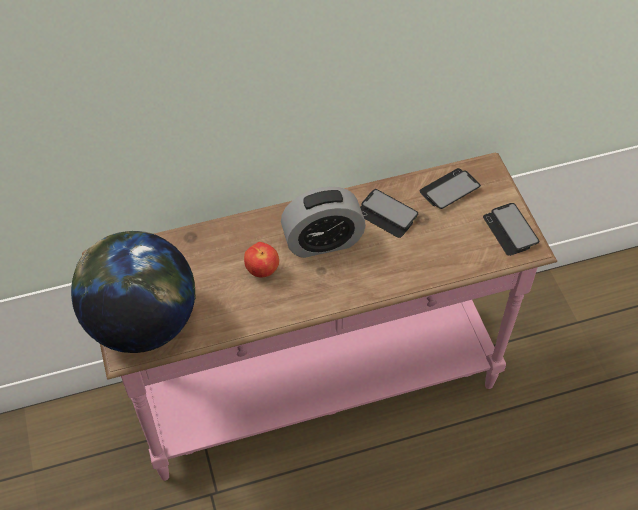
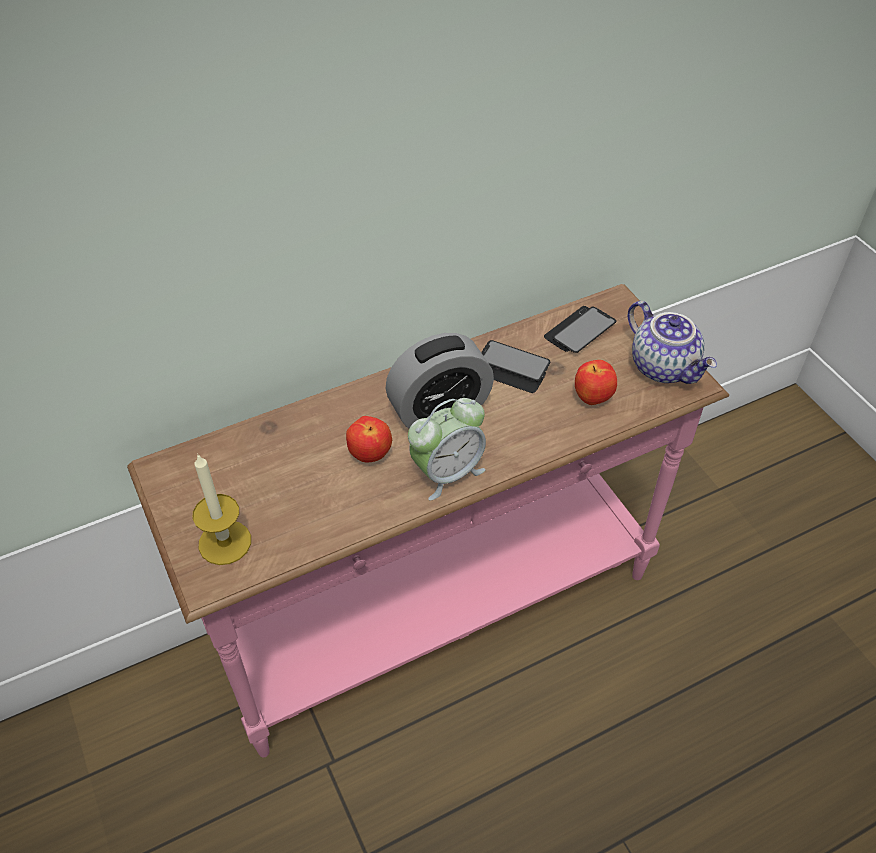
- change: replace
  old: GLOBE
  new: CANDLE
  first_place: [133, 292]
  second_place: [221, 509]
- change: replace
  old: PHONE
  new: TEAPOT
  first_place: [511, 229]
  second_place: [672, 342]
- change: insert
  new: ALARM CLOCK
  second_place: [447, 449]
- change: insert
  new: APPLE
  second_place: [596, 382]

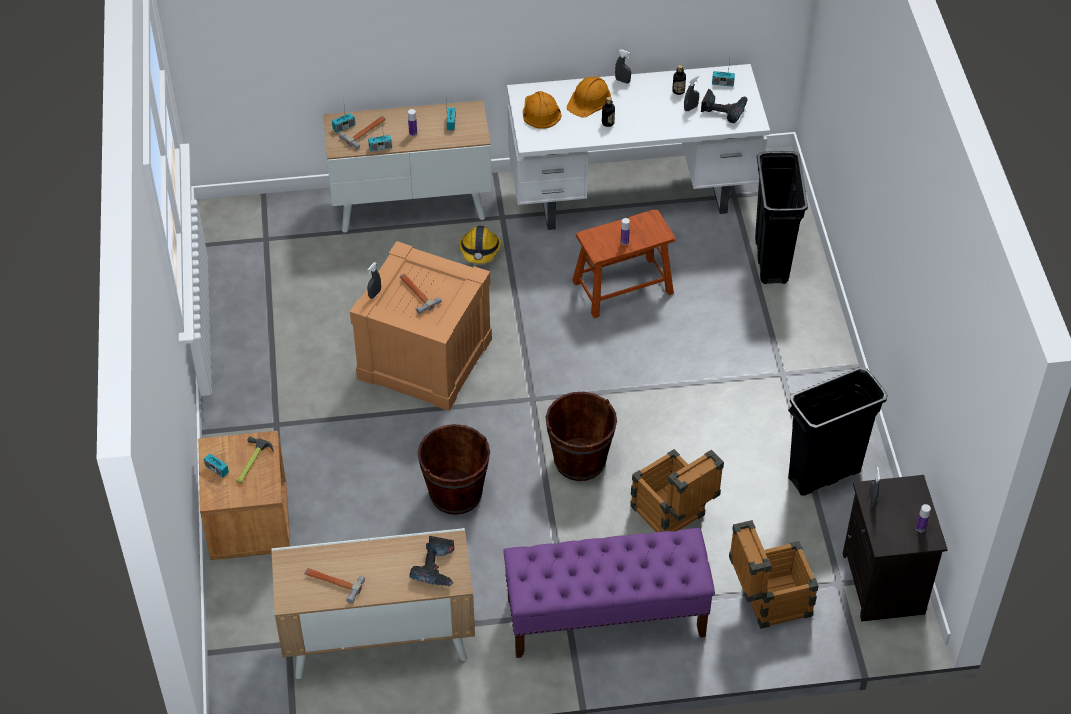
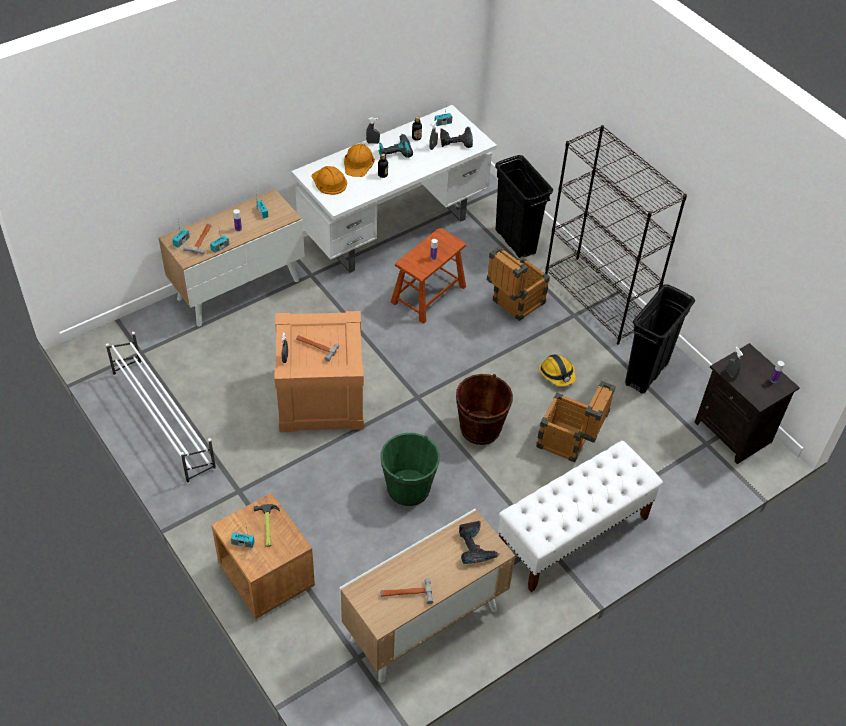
- change: recolor
  old: BROWN BUCKET
  new: GREEN BUCKET
  first_place: [454, 469]
  second_place: [410, 469]
- change: move
  old: HARD HAT
  first_place: [480, 245]
  second_place: [557, 370]
- change: recolor
  old: PURPLE BENCH
  new: WHITE BENCH
  first_place: [609, 593]
  second_place: [580, 516]
- change: move
  old: CRATE
  first_place: [774, 574]
  second_place: [518, 283]
- change: insert
  new: WHITE SHOE RACK
  second_place: [161, 408]
- change: insert
  new: POWER DRILL
  second_place: [395, 146]
- change: insert
  new: BLACK BOOKCASE
  second_place: [616, 234]

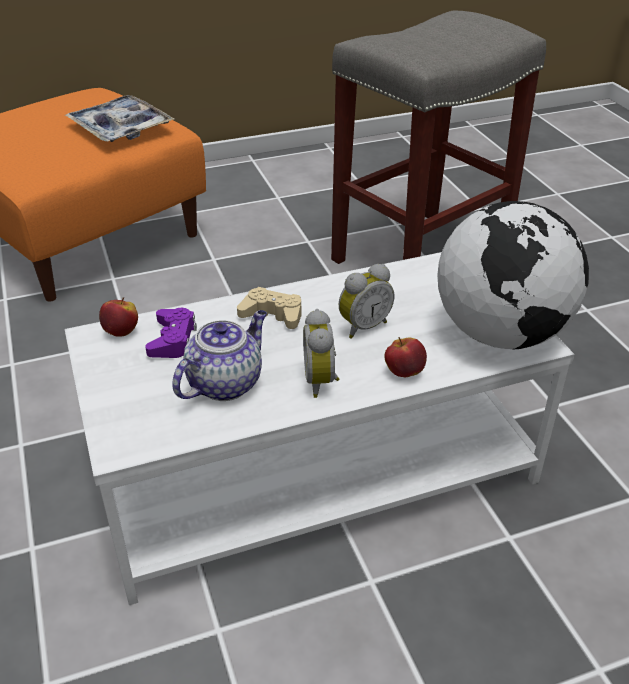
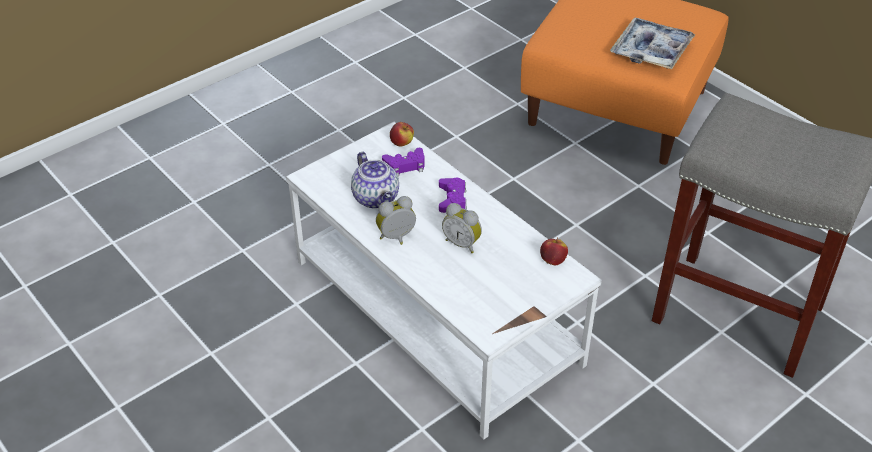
- change: rotate
  old: TEAPOT
  first_place: [219, 355]
  second_place: [375, 180]
  degrees: 45
- change: recolor
  old: BEIGE GAME CONTROLLER
  new: PURPLE GAME CONTROLLER
  first_place: [269, 308]
  second_place: [453, 195]
- change: move
  old: APPLE
  first_place: [406, 357]
  second_place: [554, 252]
- change: delete
  old: GLOBE
  first_place: [513, 275]

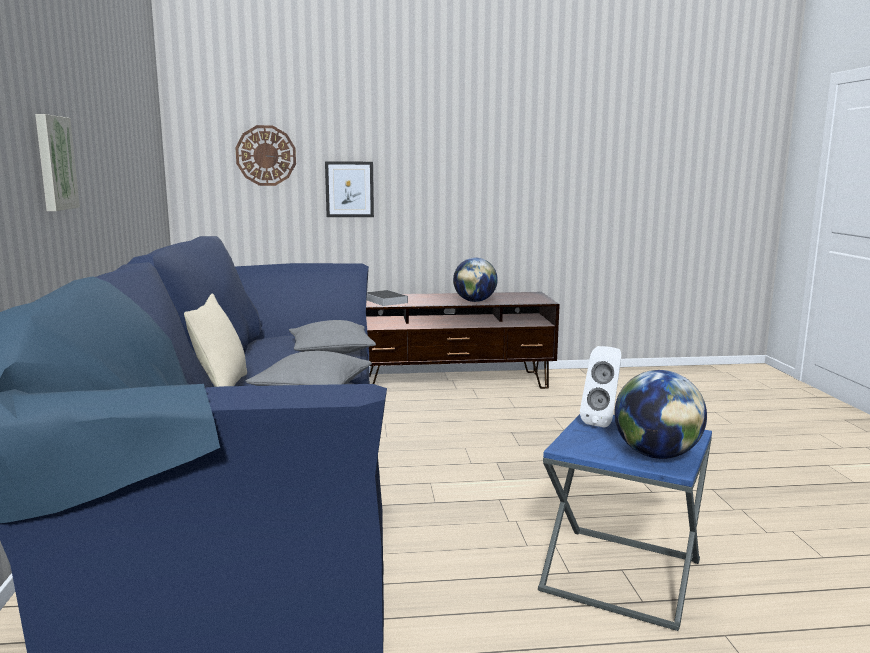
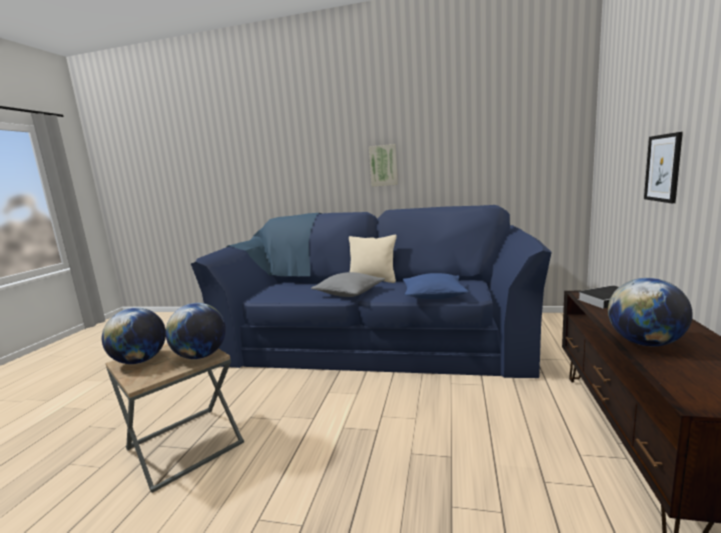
- change: delete
  old: WALL CLOCK
  first_place: [265, 155]
- change: recolor
  old: GREY PILLOW
  new: BLUE PILLOW
  first_place: [332, 337]
  second_place: [435, 286]
- change: recolor
  old: BLUE SIDE TABLE
  new: BROWN SIDE TABLE
  first_place: [625, 522]
  second_place: [175, 418]
- change: replace
  old: WHITE SPEAKER
  new: GLOBE
  first_place: [600, 387]
  second_place: [195, 331]

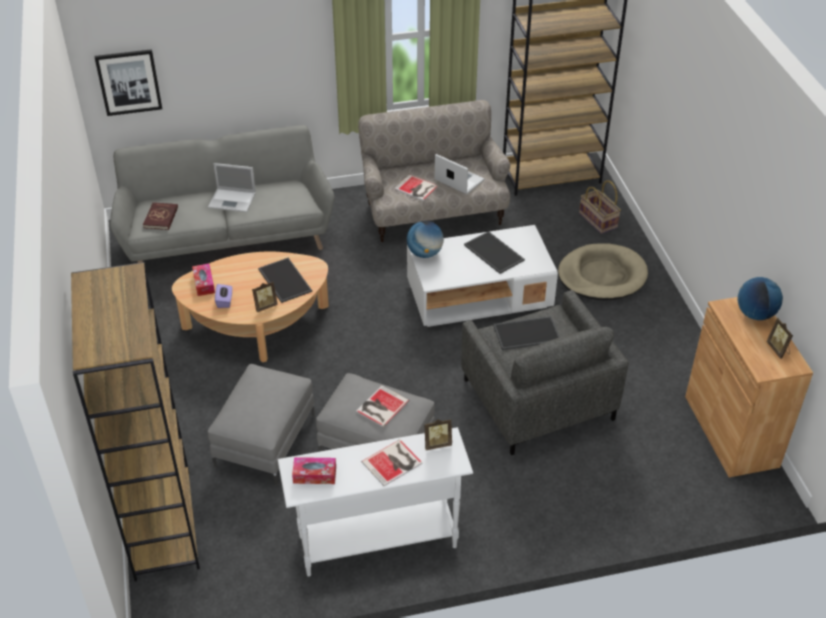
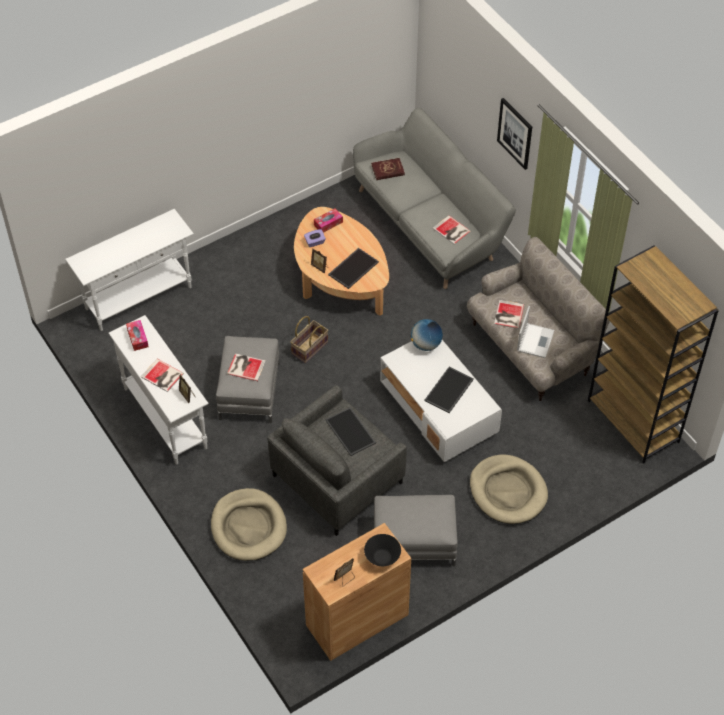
- change: replace
  old: BROWN BOOKCASE
  new: WHITE CONSOLE TABLE
  first_place: [135, 421]
  second_place: [129, 270]
- change: move
  old: PICTURE
  first_place: [128, 82]
  second_place: [514, 134]
- change: delete
  old: LAPTOP
  first_place: [232, 187]
- change: move
  old: GREY OTTOMAN
  first_place: [261, 424]
  second_place: [416, 531]
- change: move
  old: BASKET
  first_place: [600, 207]
  second_place: [309, 340]
- change: replace
  old: GLOBE
  new: BLACK BOWL
  first_place: [760, 298]
  second_place: [382, 550]
- change: insert
  new: BEIGE DOG BED
  second_place: [249, 524]
- change: insert
  new: BOOK
  second_place: [451, 230]

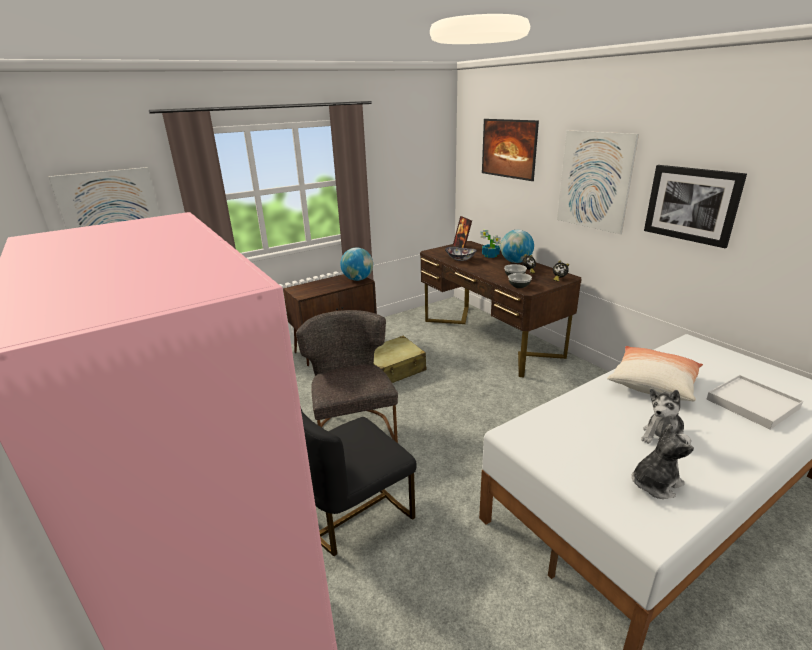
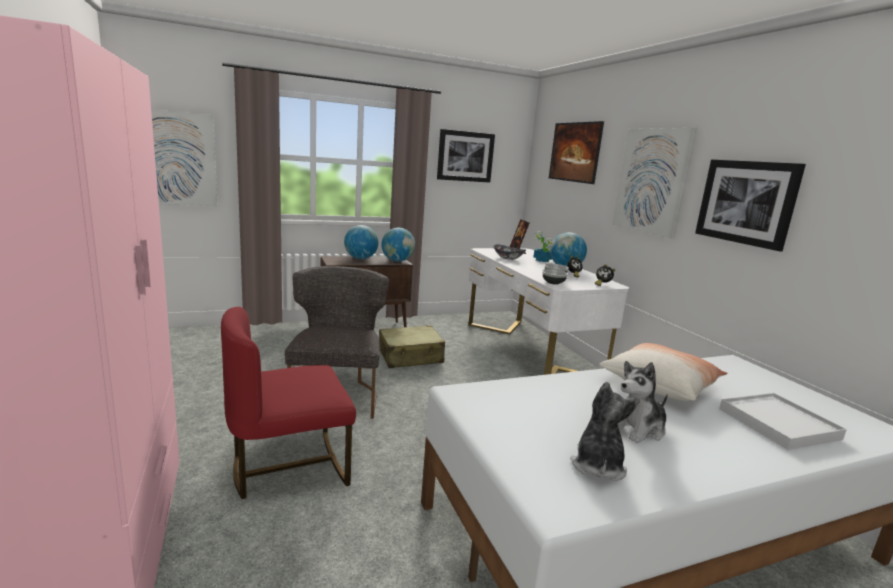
- change: recolor
  old: BLACK CHAIR
  new: RED CHAIR
  first_place: [358, 481]
  second_place: [288, 403]
- change: recolor
  old: BROWN DESK
  new: WHITE DESK
  first_place: [501, 309]
  second_place: [549, 311]
- change: rotate
  old: PLUSH TOY
  first_place: [662, 461]
  second_place: [605, 431]
  degrees: -60
- change: insert
  new: GLOBE
  second_place: [361, 242]
- change: insert
  new: PICTURE
  second_place: [466, 156]

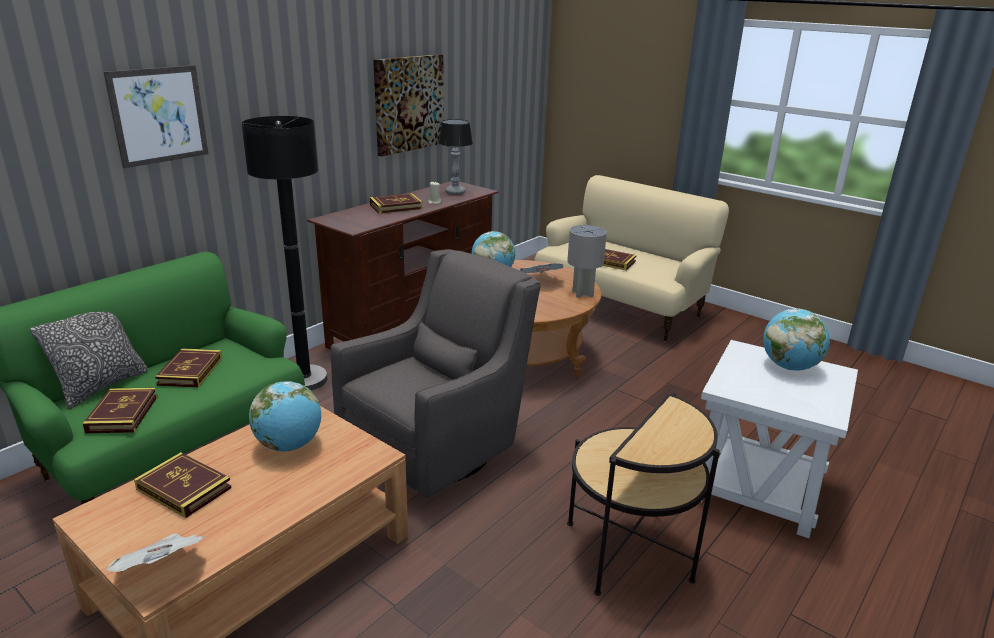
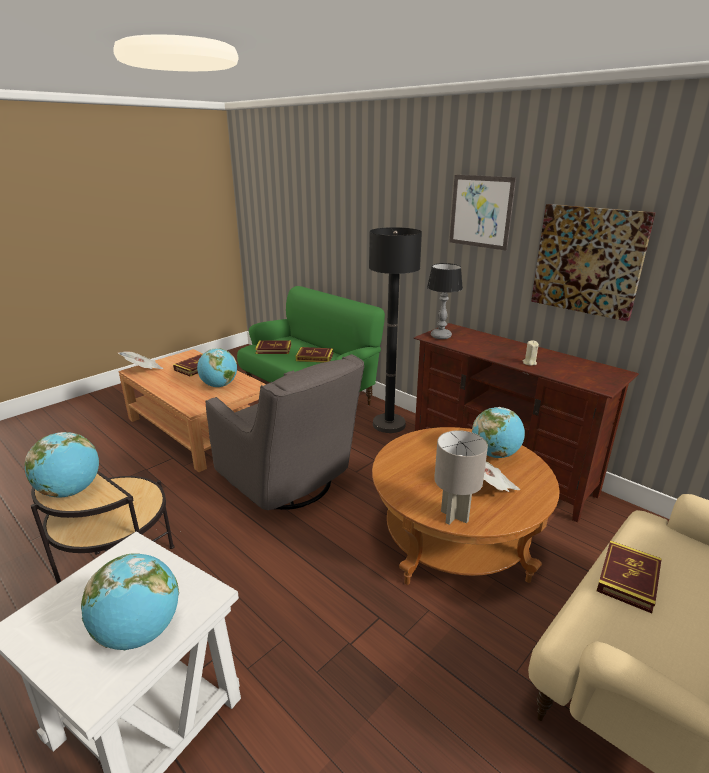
- change: delete
  old: PILLOW
  first_place: [89, 361]
- change: move
  old: PICTURE
  first_place: [156, 116]
  second_place: [482, 213]
- change: delete
  old: BOOK
  first_place: [396, 203]
- change: move
  old: TABLE LAMP
  first_place: [455, 157]
  second_place: [445, 301]
- change: insert
  new: GLOBE
  second_place: [61, 464]

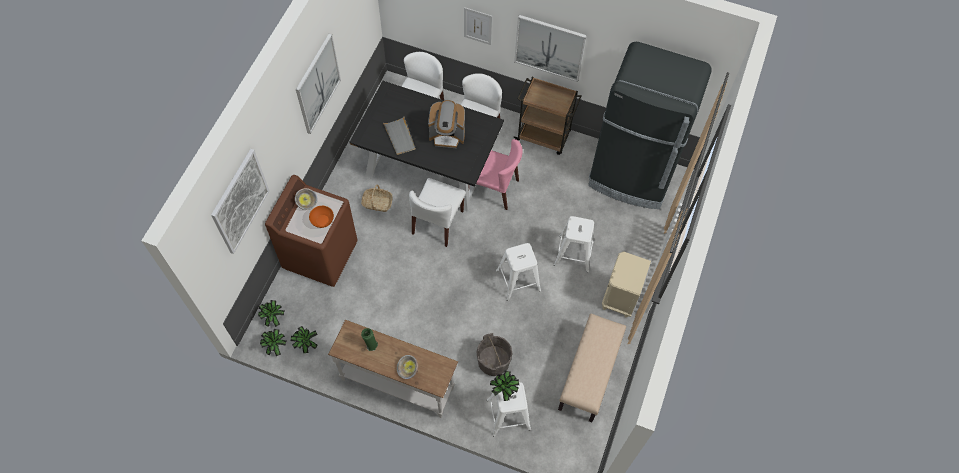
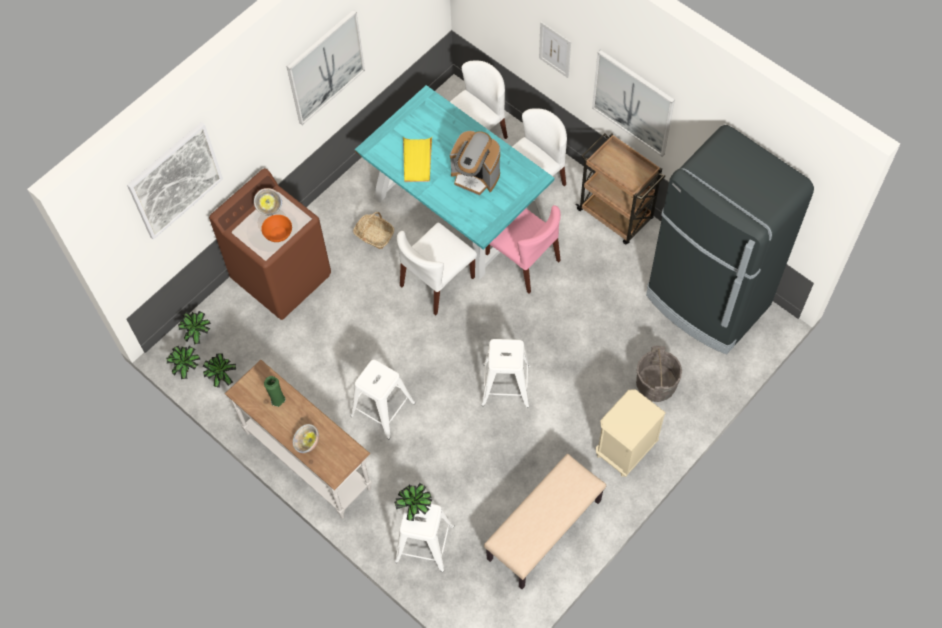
- change: recolor
  old: BLACK DINING TABLE
  new: TURQUOISE DINING TABLE
  first_place: [426, 146]
  second_place: [454, 182]
- change: recolor
  old: GREY TRAY
  new: YELLOW TRAY
  first_place: [399, 136]
  second_place: [417, 159]
- change: move
  old: GREY BUCKET
  first_place: [495, 354]
  second_place: [659, 374]
- change: move
  old: WHITE STOOL
  first_place: [574, 244]
  second_place: [382, 399]

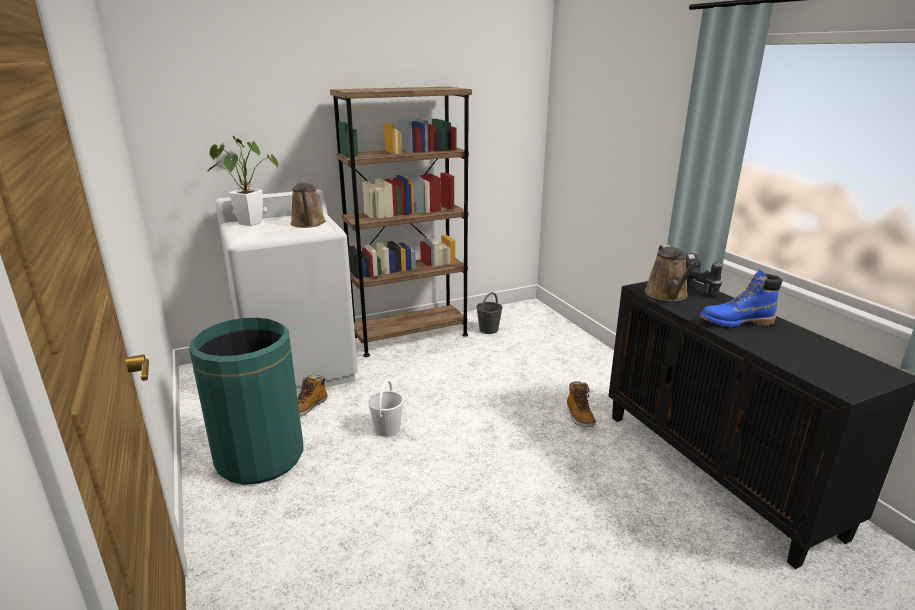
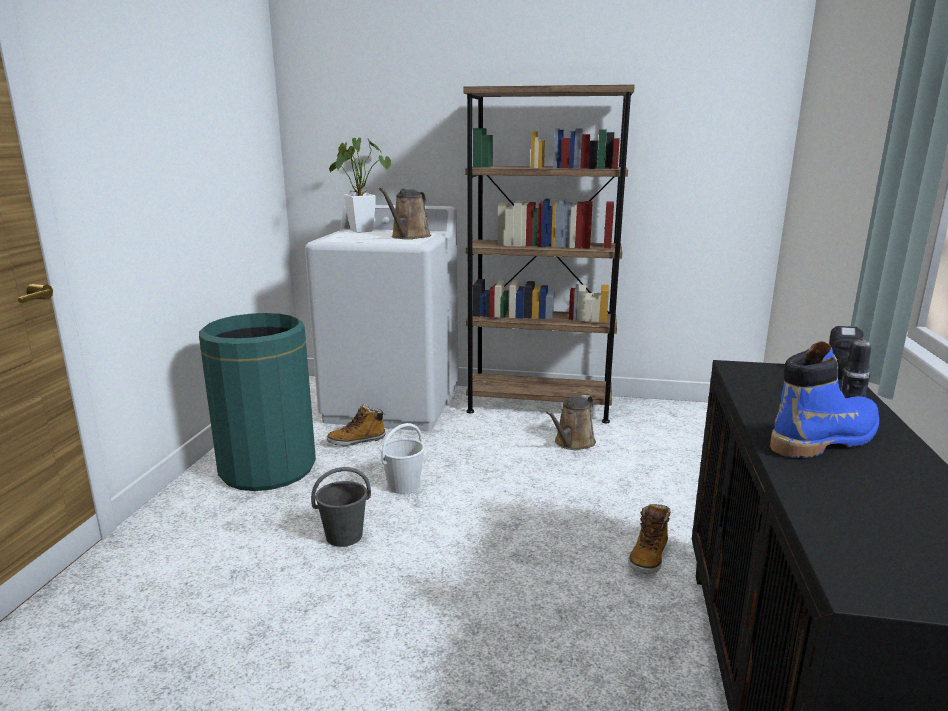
- change: move
  old: GREY BUCKET
  first_place: [489, 313]
  second_place: [341, 507]
- change: move
  old: BROWN WATERING CAN
  first_place: [671, 273]
  second_place: [571, 422]
- change: rotate
  old: BLUE BOOT
  first_place: [741, 298]
  second_place: [824, 399]
  degrees: 120

